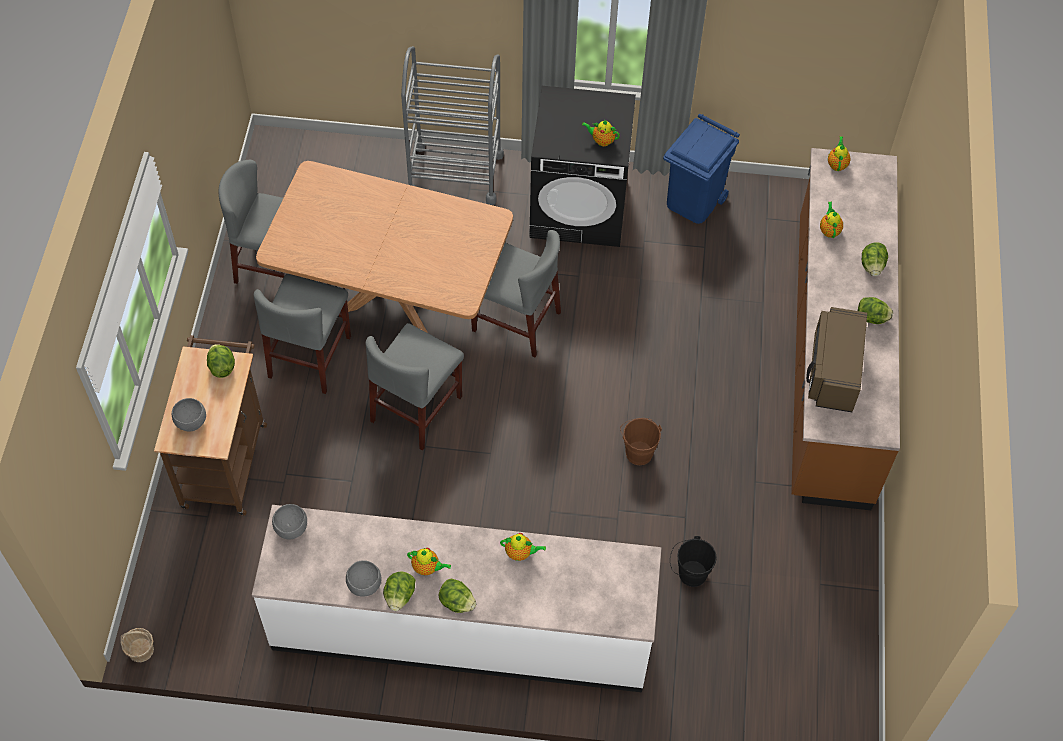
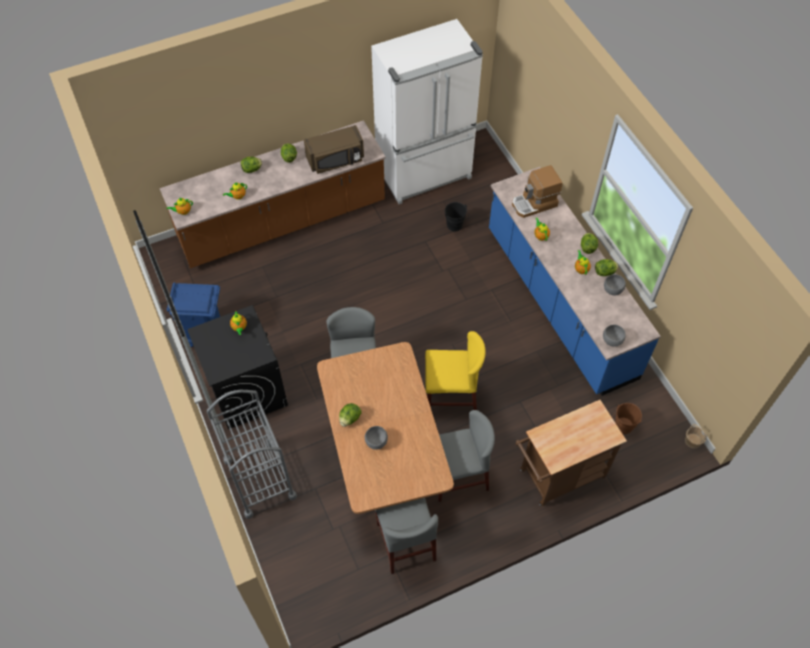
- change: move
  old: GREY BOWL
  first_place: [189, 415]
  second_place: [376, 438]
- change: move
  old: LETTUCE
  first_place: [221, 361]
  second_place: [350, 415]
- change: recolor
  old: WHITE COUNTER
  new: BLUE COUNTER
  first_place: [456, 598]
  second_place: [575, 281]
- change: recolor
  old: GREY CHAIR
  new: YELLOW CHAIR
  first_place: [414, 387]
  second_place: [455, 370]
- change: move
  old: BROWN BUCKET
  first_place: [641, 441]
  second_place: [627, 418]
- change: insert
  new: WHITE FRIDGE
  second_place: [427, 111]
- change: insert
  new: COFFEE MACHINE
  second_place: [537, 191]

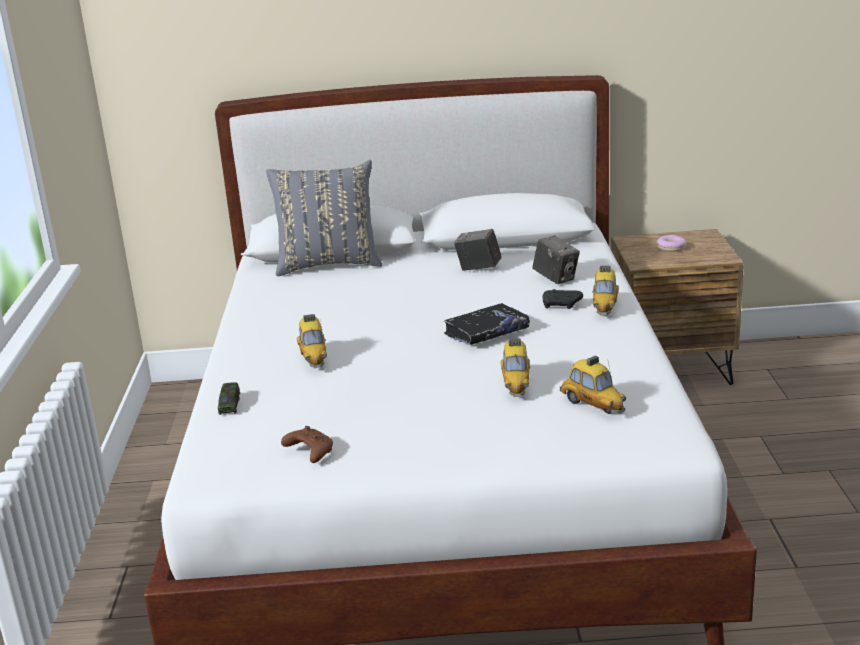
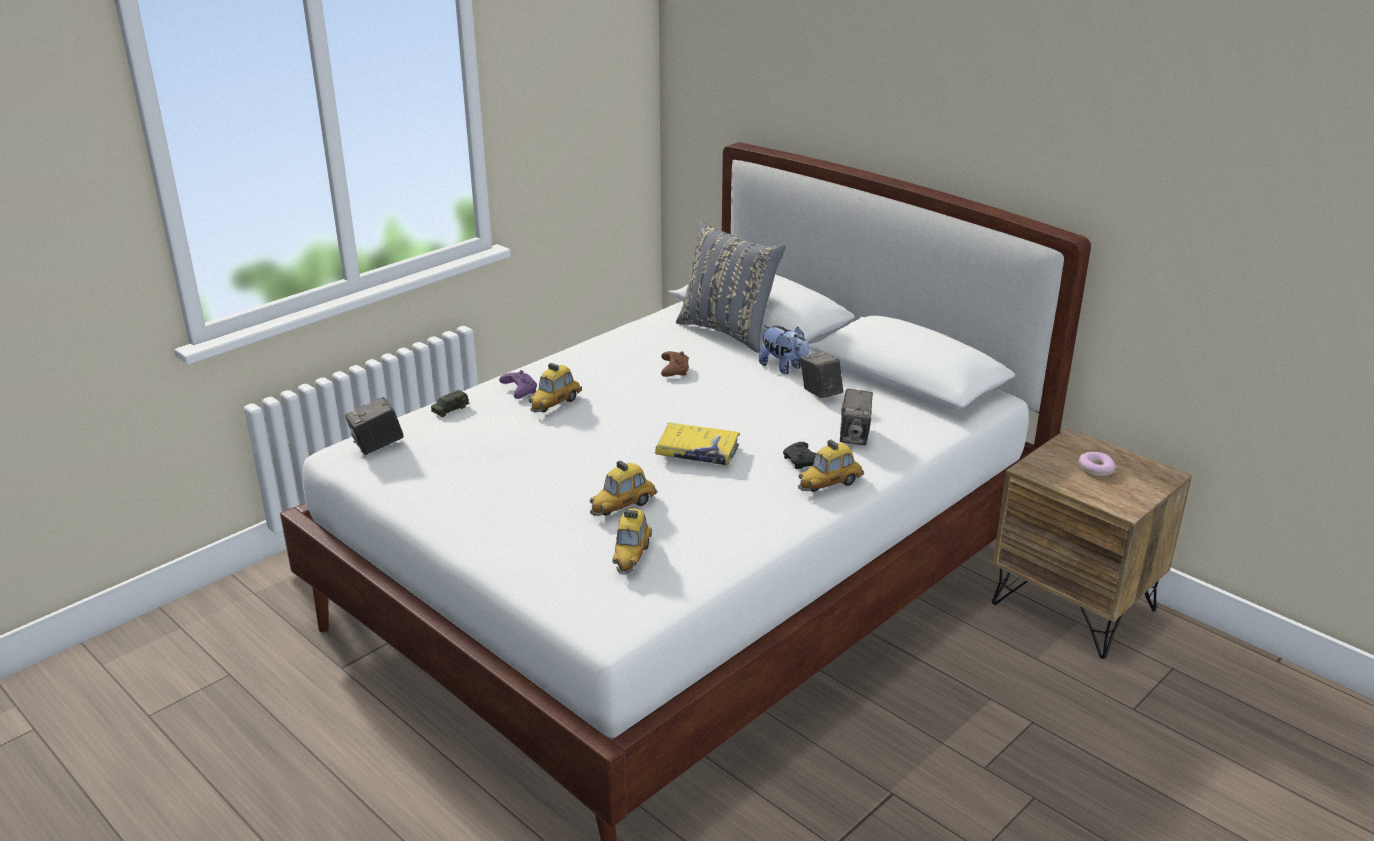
- change: move
  old: BROWN GAME CONTROLLER
  first_place: [307, 444]
  second_place: [675, 364]
- change: recolor
  old: BLACK BOOK
  new: YELLOW BOOK
  first_place: [487, 324]
  second_place: [697, 443]
- change: insert
  new: PHOTO CAMERA
  second_place: [374, 426]
- change: insert
  new: PURPLE GAME CONTROLLER
  second_place: [518, 384]
- change: insert
  new: PLUSH TOY
  second_place: [784, 349]

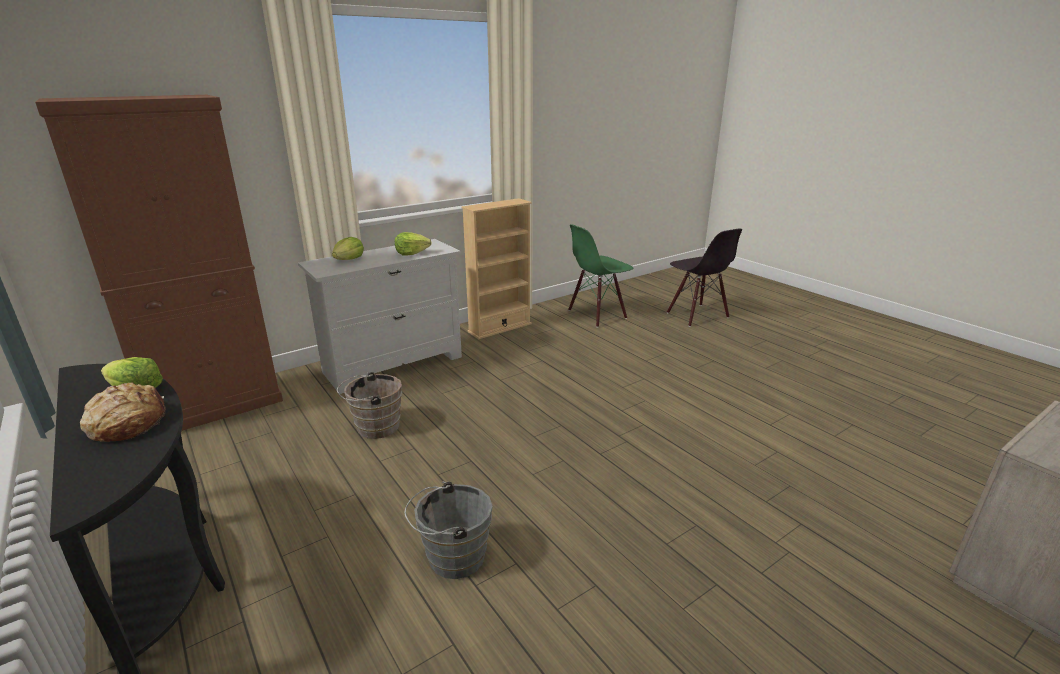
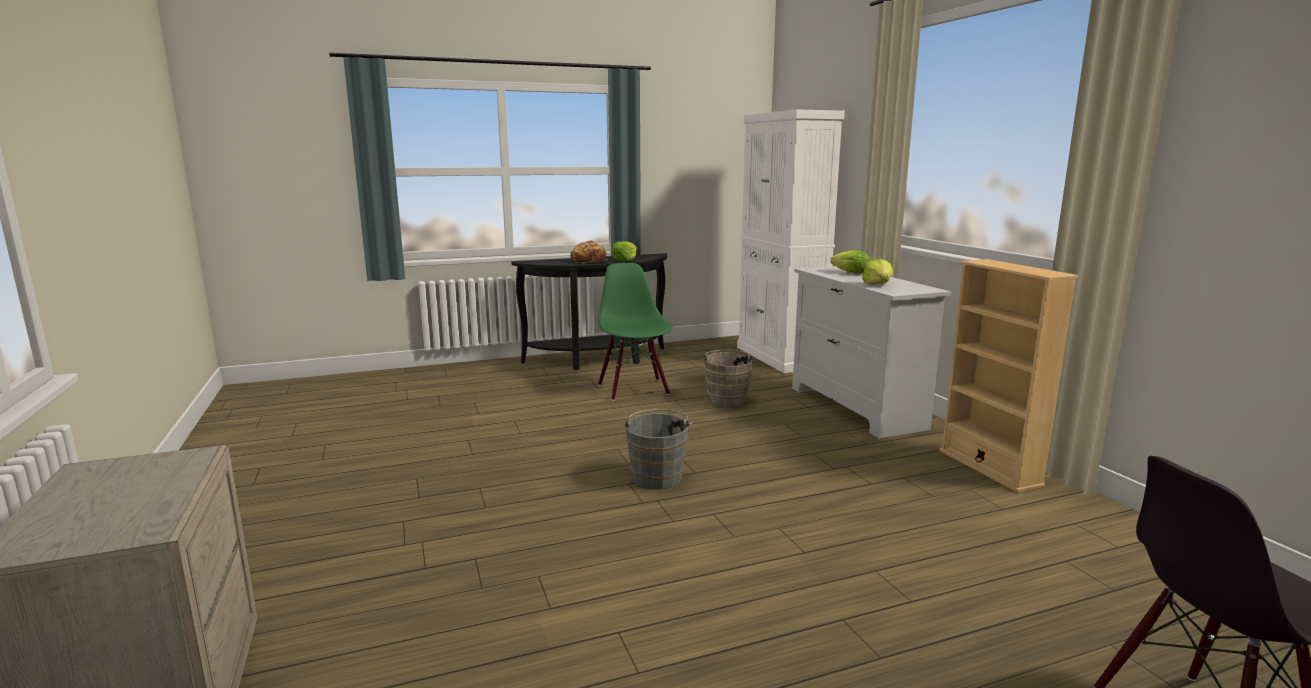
- change: recolor
  old: BROWN CABINET
  new: WHITE CABINET
  first_place: [159, 263]
  second_place: [791, 241]
- change: move
  old: GREY BUCKET
  first_place: [448, 530]
  second_place: [658, 449]
- change: move
  old: GREEN CHAIR
  first_place: [600, 276]
  second_place: [635, 332]

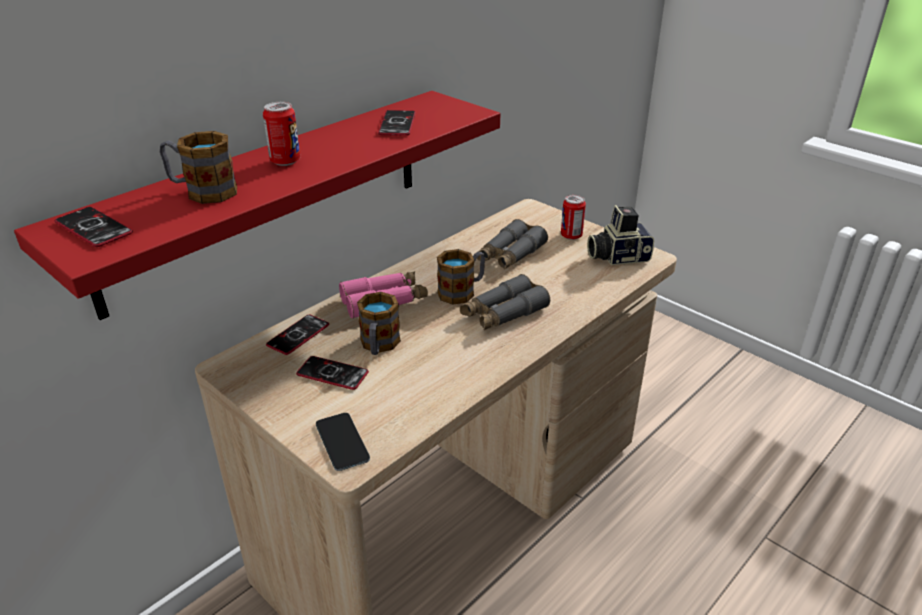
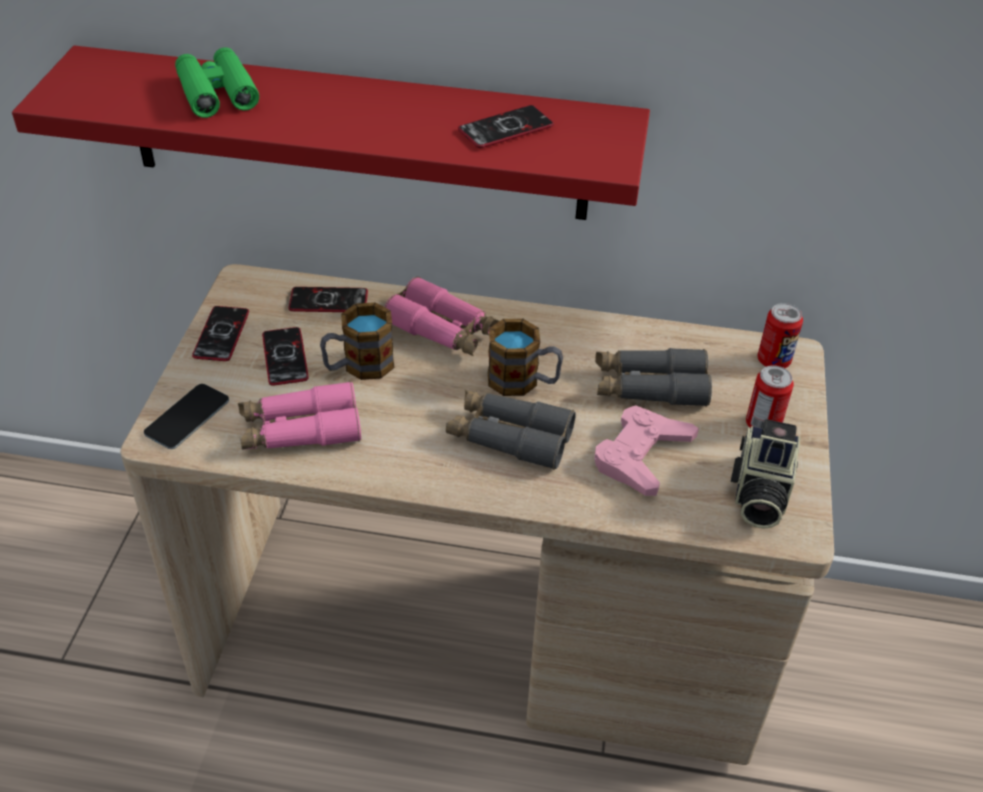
- change: move
  old: PHONE
  first_place: [94, 227]
  second_place: [220, 333]
- change: replace
  old: MUG
  new: GREEN BINOCULARS
  first_place: [198, 167]
  second_place: [217, 82]
- change: move
  old: CAN
  first_place: [281, 134]
  second_place: [780, 335]
- change: rotate
  old: PHOTO CAMERA
  first_place: [620, 235]
  second_place: [766, 474]
  degrees: -120
- change: insert
  new: PINK BINOCULARS
  second_place: [299, 415]
- change: insert
  new: PINK GAME CONTROLLER
  second_place: [647, 450]

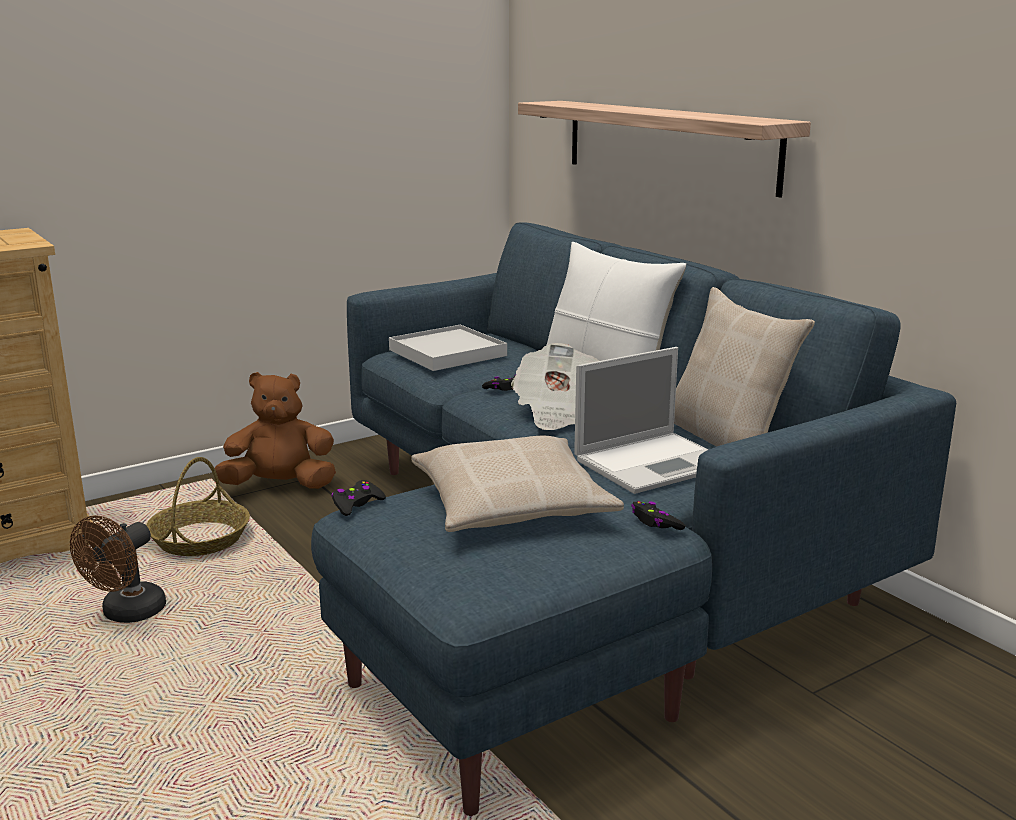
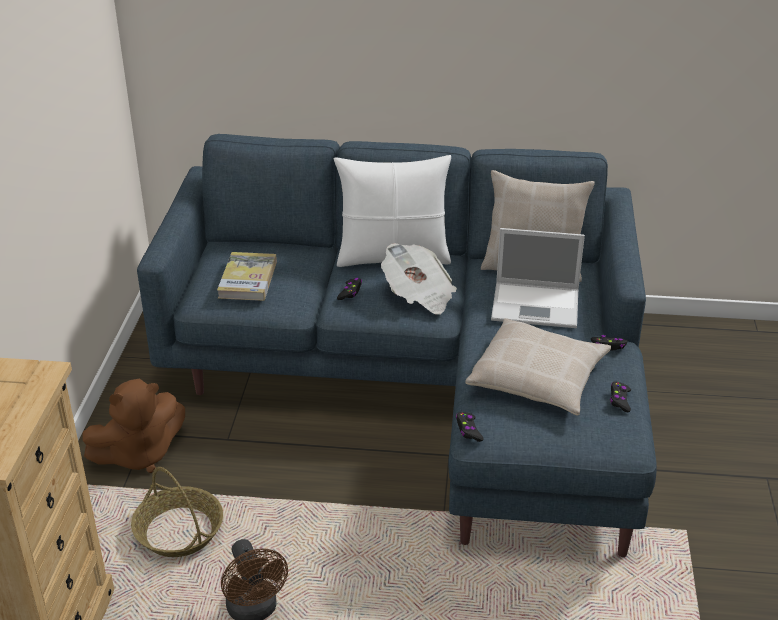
- change: rotate
  old: BROWN PLUSH TOY
  first_place: [275, 430]
  second_place: [134, 426]
  degrees: -150
- change: replace
  old: WHITE TRAY
  new: BOOK
  first_place: [448, 348]
  second_place: [247, 276]
- change: delete
  old: SHELF
  first_place: [664, 149]
- change: rotate
  old: LAPTOP
  first_place: [641, 420]
  second_place: [538, 278]
  degrees: 90
- change: insert
  new: BLACK GAME CONTROLLER
  second_place: [620, 396]

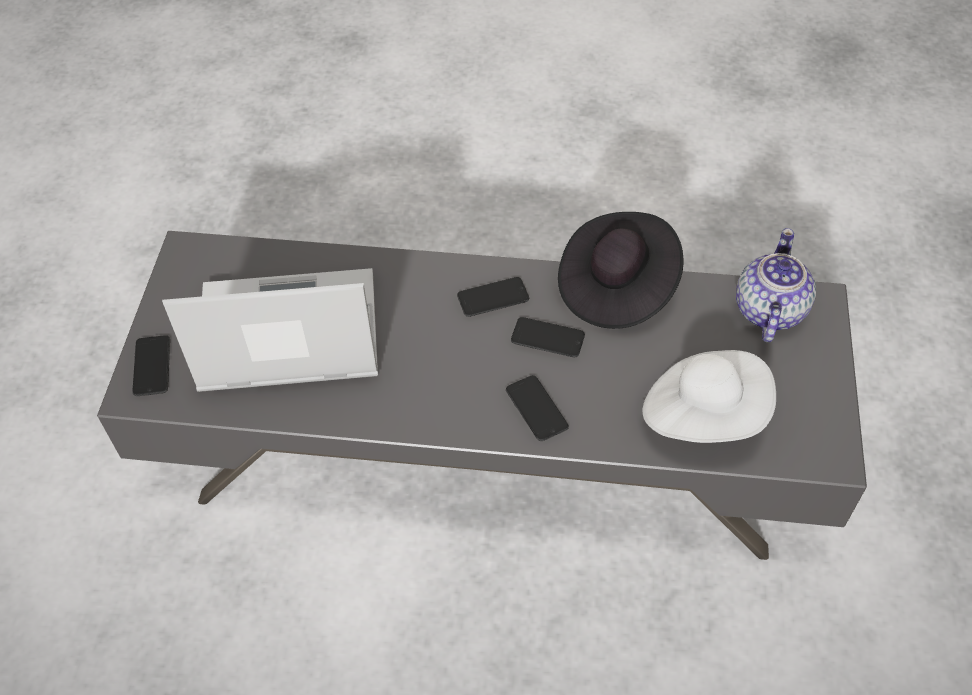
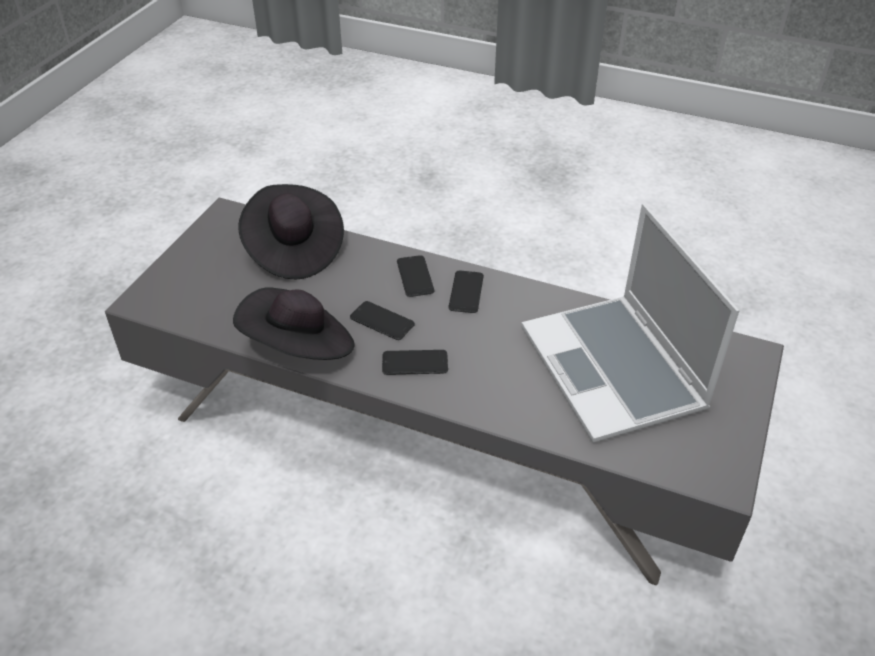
- change: move
  old: PHONE
  first_place: [151, 365]
  second_place: [466, 292]
- change: rotate
  old: LAPTOP
  first_place: [270, 330]
  second_place: [630, 323]
  degrees: 60
- change: recolor
  old: WHITE HAT
  new: BLACK HAT
  first_place: [709, 396]
  second_place: [291, 231]
- change: delete
  old: TEAPOT
  first_place: [776, 285]

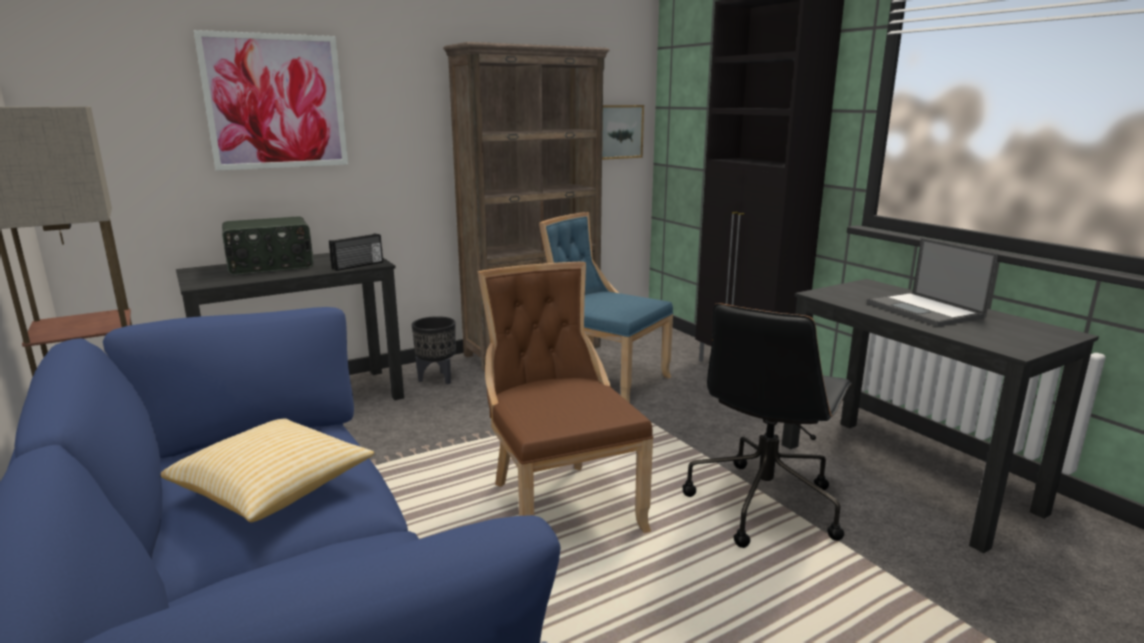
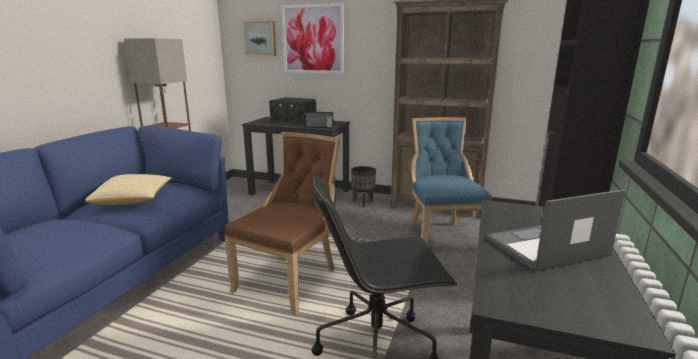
- change: move
  old: PICTURE
  first_place: [623, 132]
  second_place: [259, 38]
- change: rotate
  old: LAPTOP
  first_place: [932, 282]
  second_place: [556, 230]
  degrees: 45

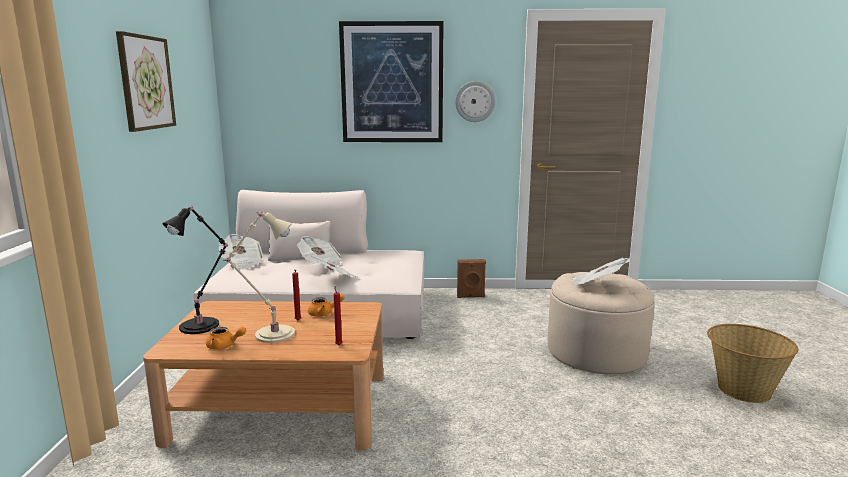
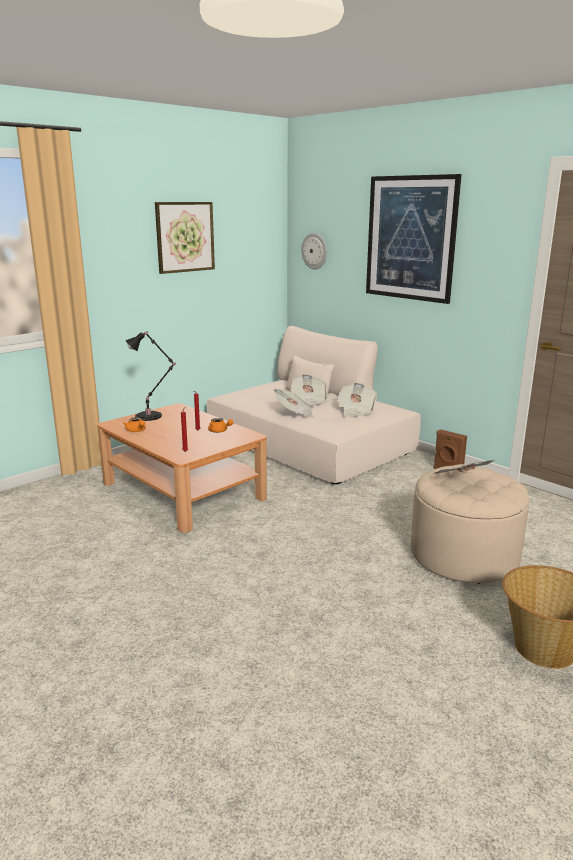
- change: move
  old: NEWSPAPER
  first_place: [241, 252]
  second_place: [357, 400]
- change: delete
  old: BEIGE TABLE LAMP
  first_place: [259, 277]
- change: move
  old: WALL CLOCK
  first_place: [475, 101]
  second_place: [314, 251]

